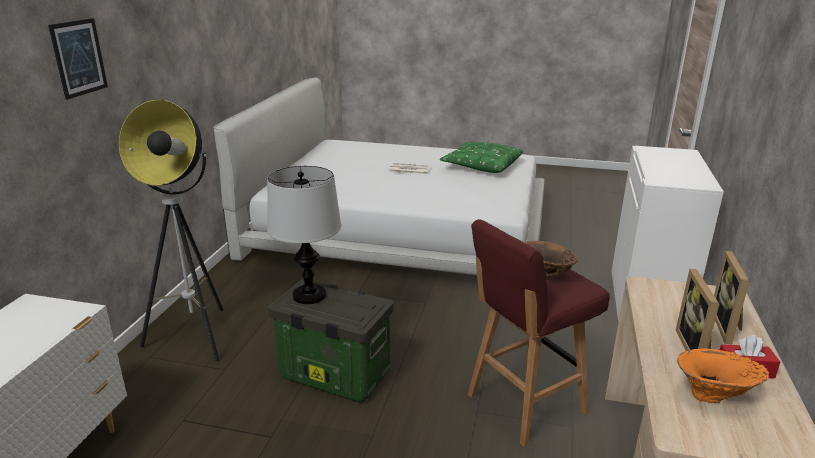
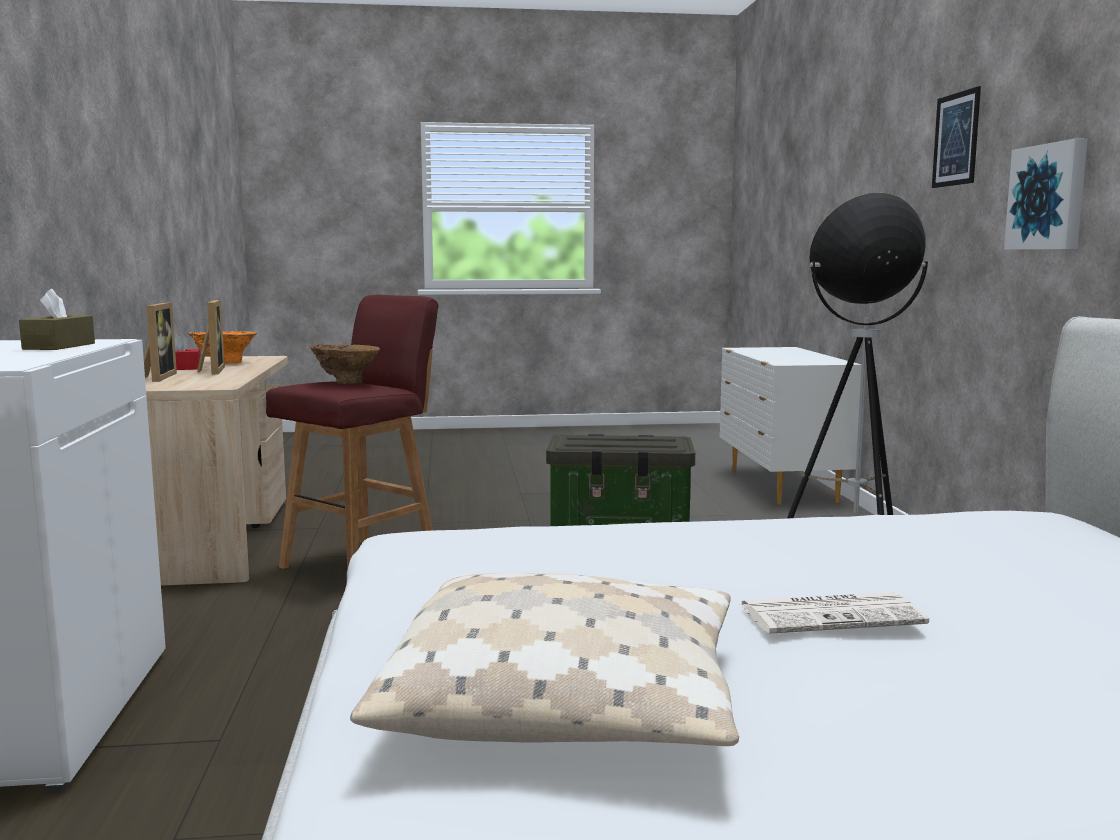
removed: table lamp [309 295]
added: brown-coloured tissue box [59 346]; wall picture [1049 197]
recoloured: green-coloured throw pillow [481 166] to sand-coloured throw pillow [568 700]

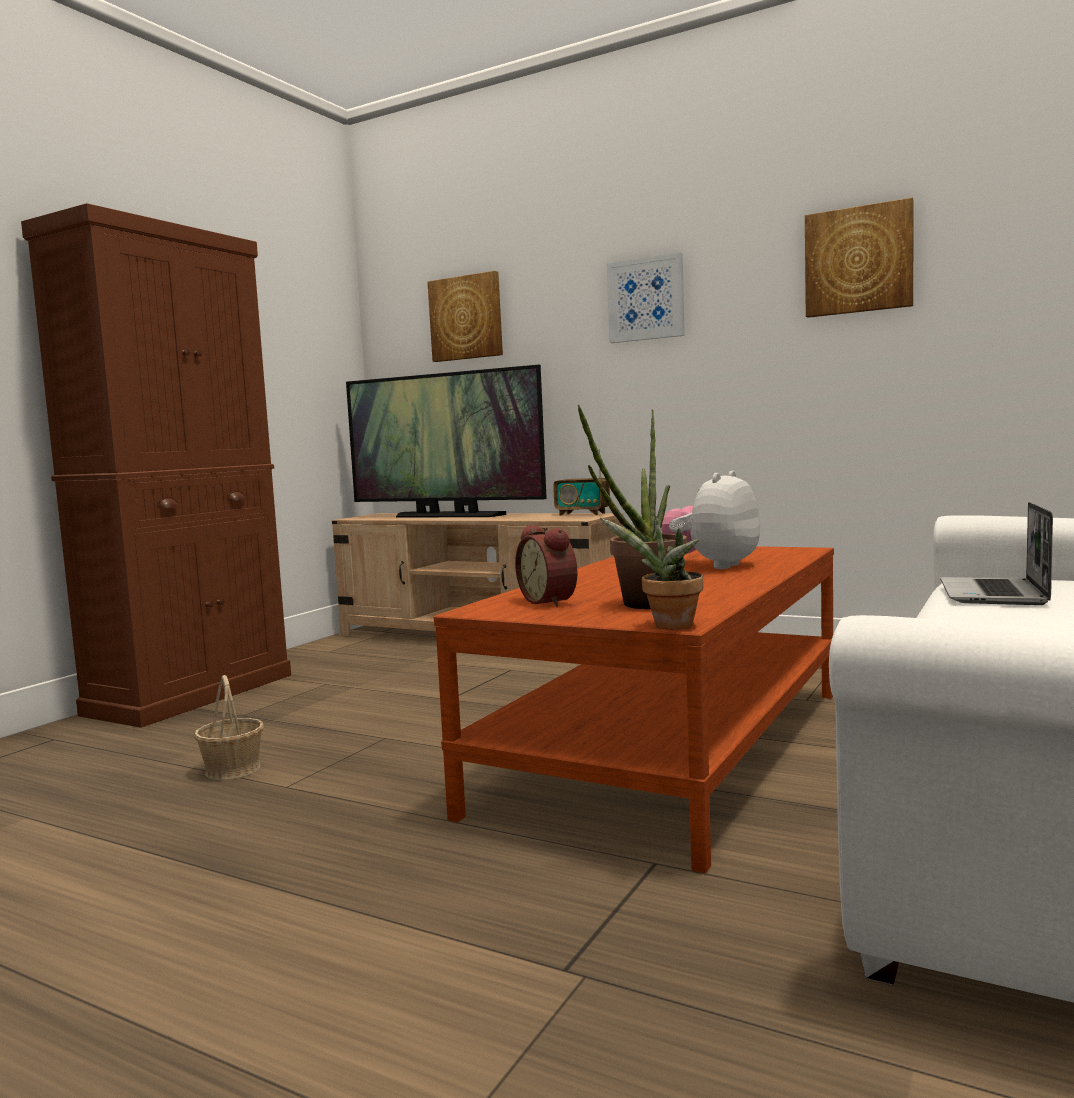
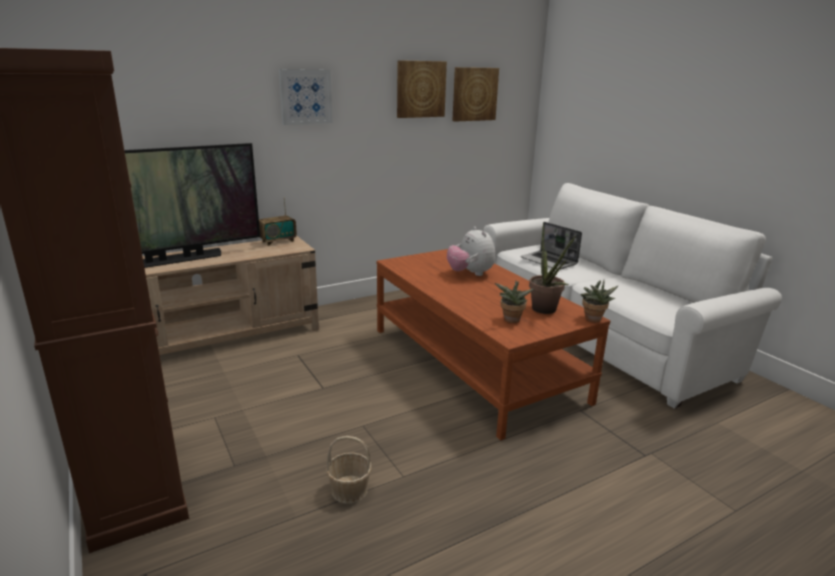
moved: wall picture [466 318] to [474 94]
replaced: bedside clock [551 601] to plant in a pot [511 321]

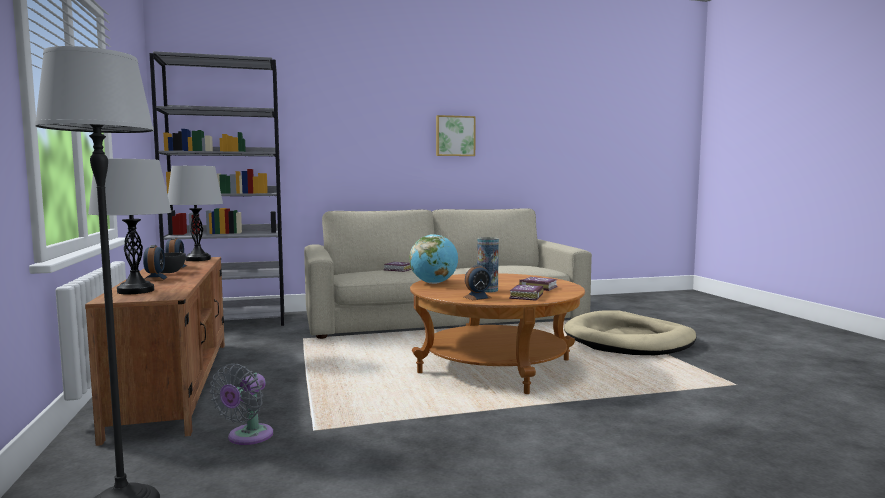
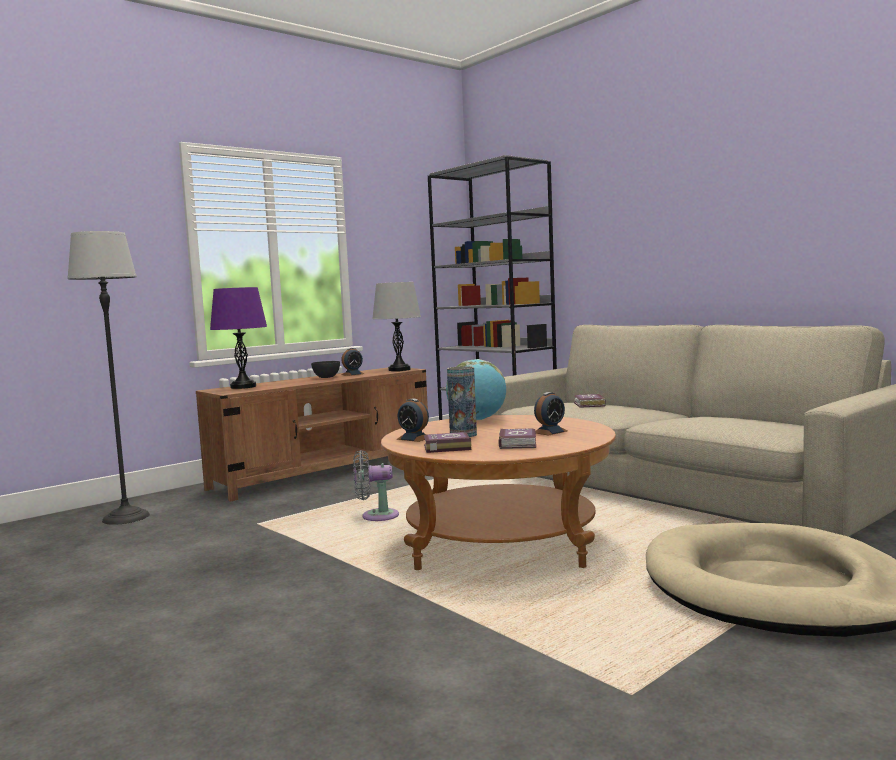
removed: wall picture [455 136]
moved: bedside clock [155 279] to [550 432]; grey electric fan [247 437] to [376 516]
recoloured: grey table lamp [136 291] to purple table lamp [243 387]

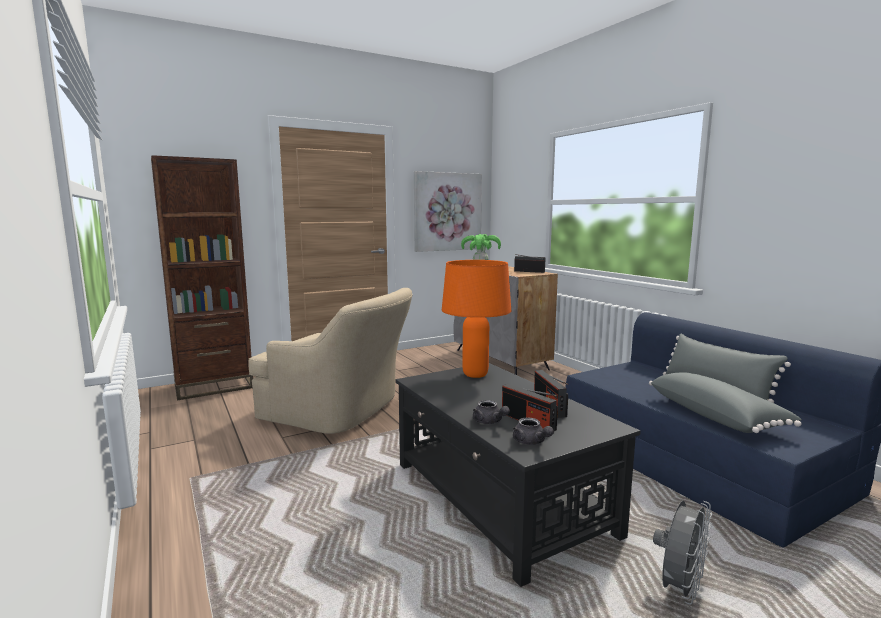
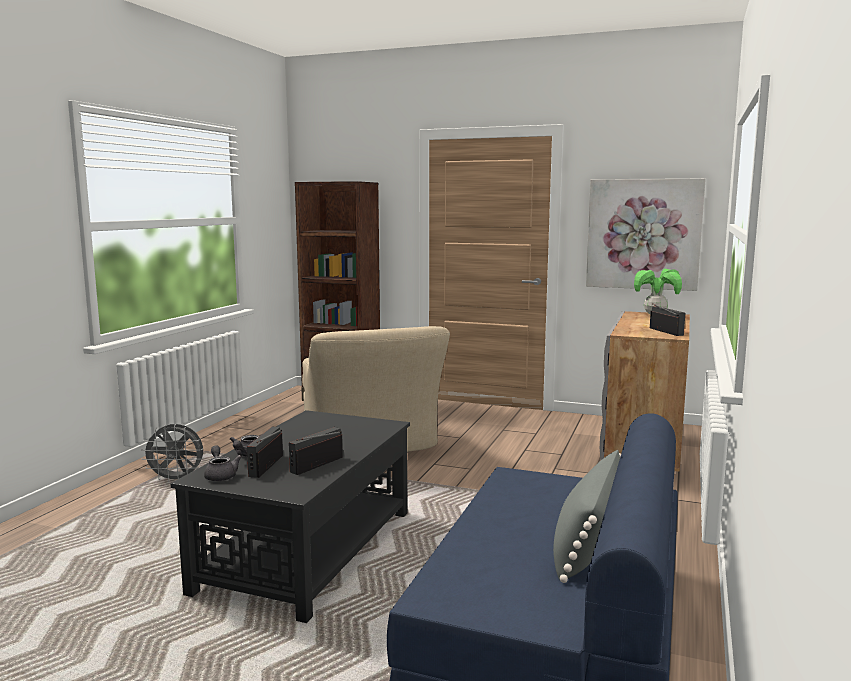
removed: orange table lamp [475 375]; grey throw pillow [716 416]
moved: grey electric fan [679 588] to [177 480]
turned: grey teapot [531 442] = [220 475] 135 degrees clockwise

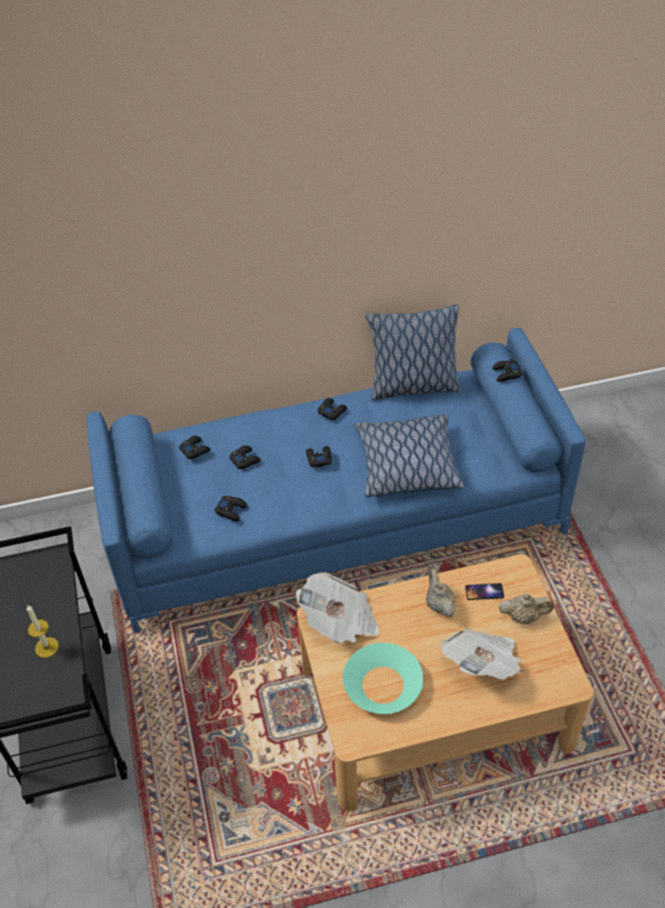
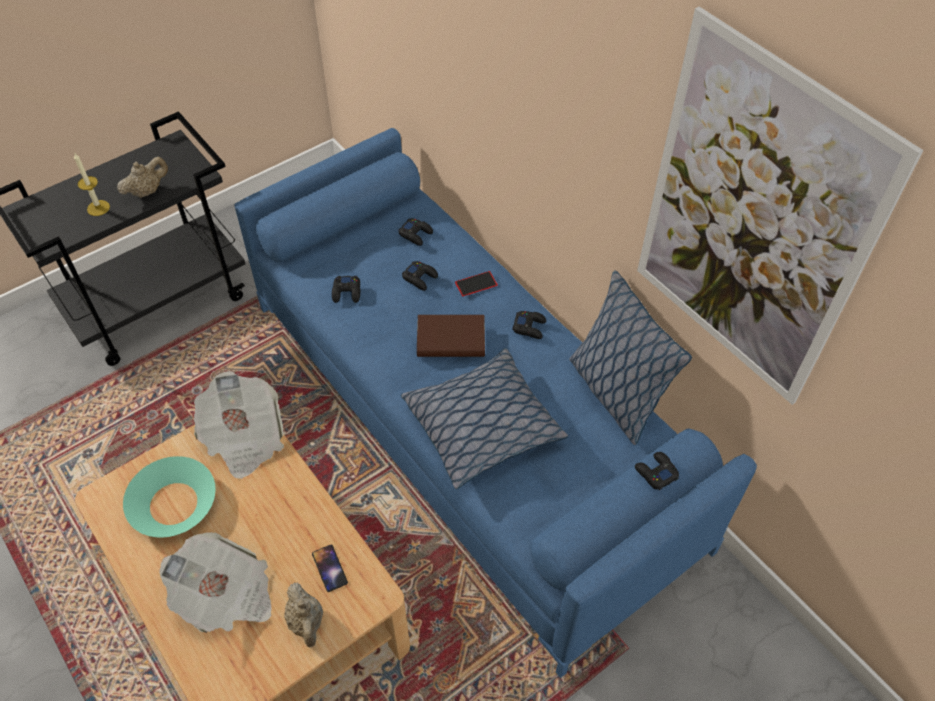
added: telephone [476 284]; wall picture [751 222]
moved: sand-coloured teapot [439 604] to [147 191]
replaced: black gamepad [319 458] to brown-coloured volume [451 339]

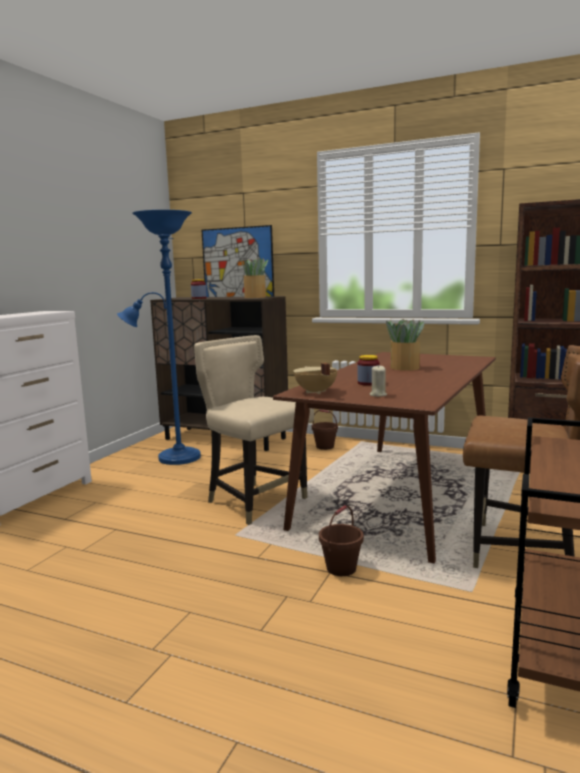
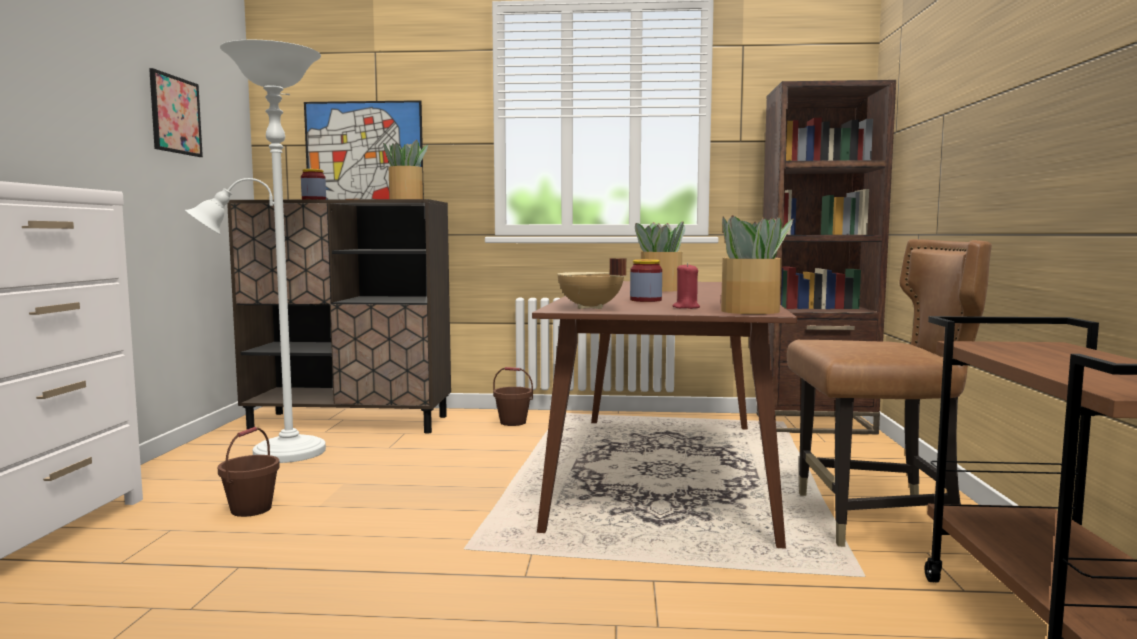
removed: sand-coloured plain chair [256 501]
added: wall picture [175 115]; plant in a pot [751 311]
moved: brown-coloured pail [341 568] to [251 509]
recoloured: blue-coloured standard lamp [173 458] to white-coloured standard lamp [279 453]; sand-coloured wax candle [378 395] to red-coloured wax candle [686 307]

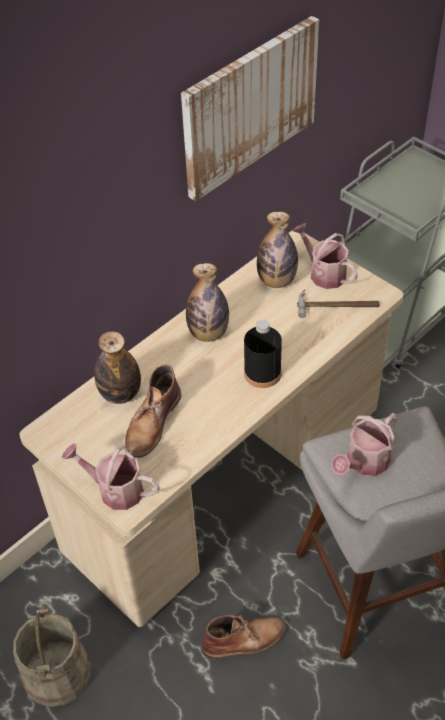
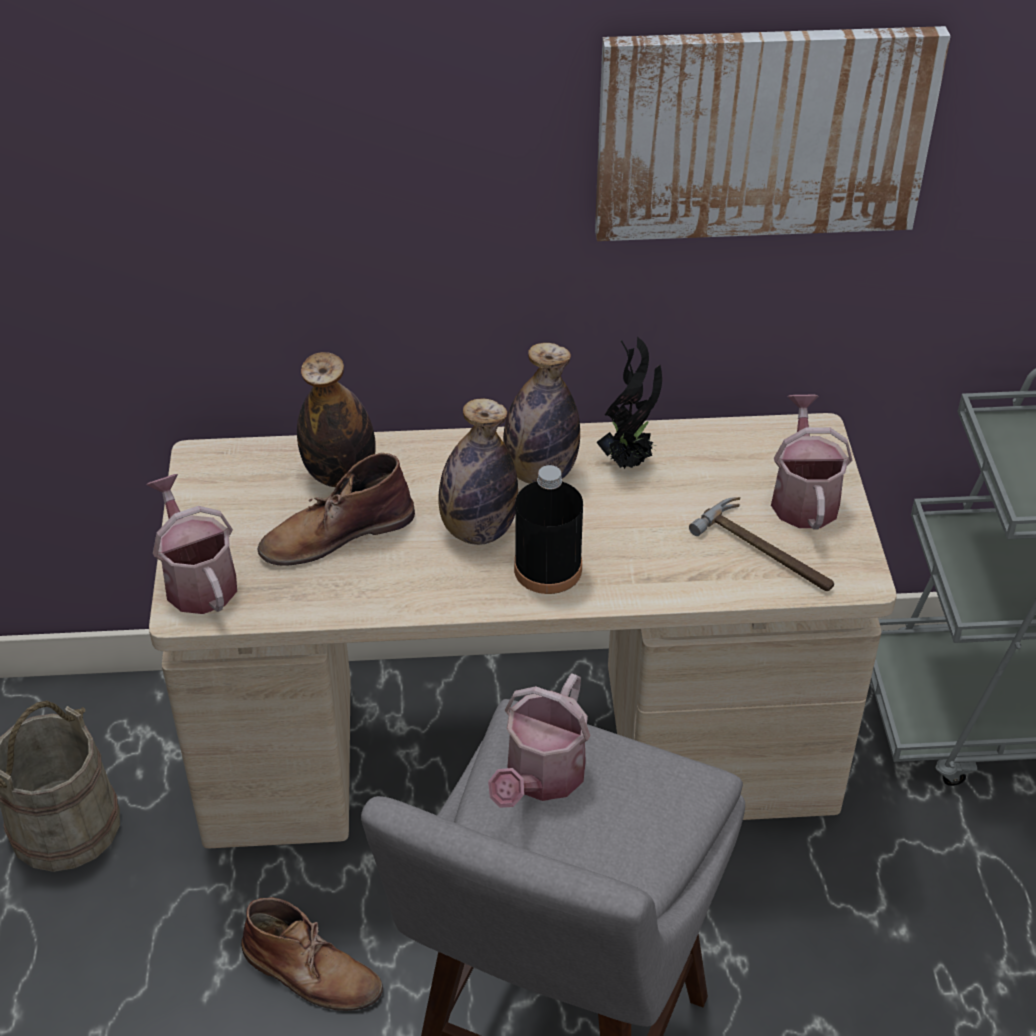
added: plant in a pot [629 461]
moved: bottle [276 281] to [478 530]
turned: watering pot [364 463] = [540 778] 60 degrees counterclockwise

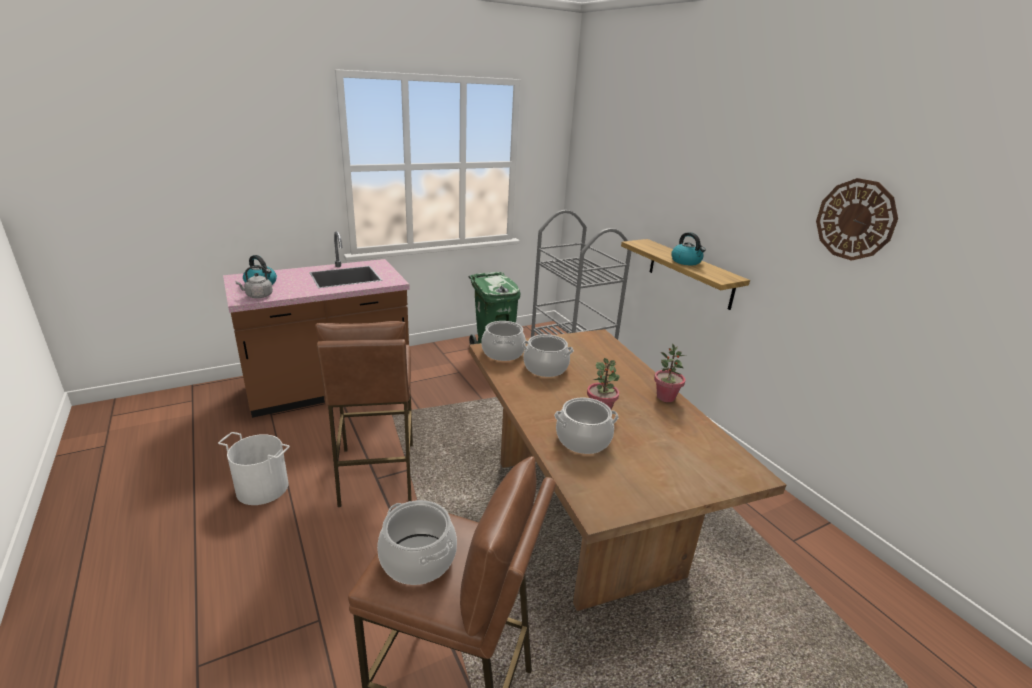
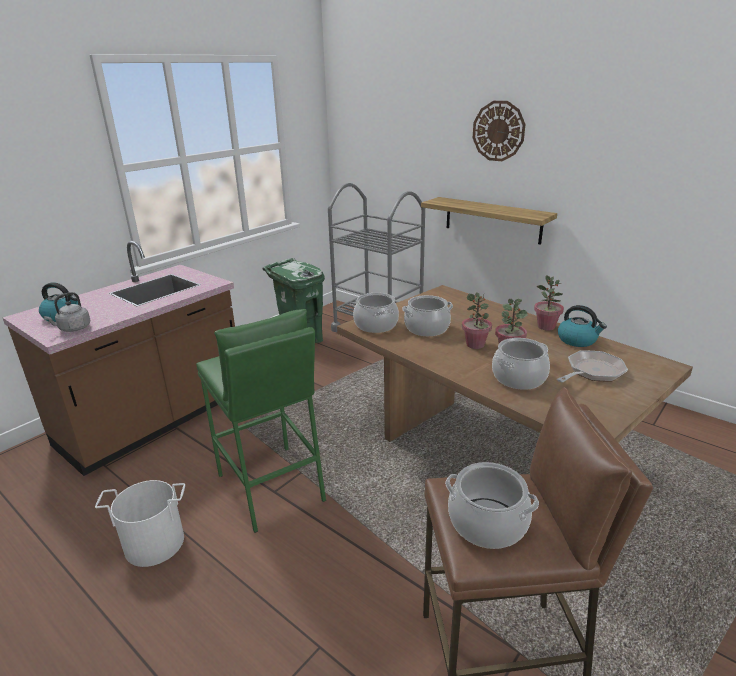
added: plant in a pot [475 345]; frying pan [592 372]
moved: kettle [686 262] to [577 340]; wall clock [855 219] to [498 131]
recoloured: brown-coloured sitting stool [376 474] to green-coloured sitting stool [271 487]

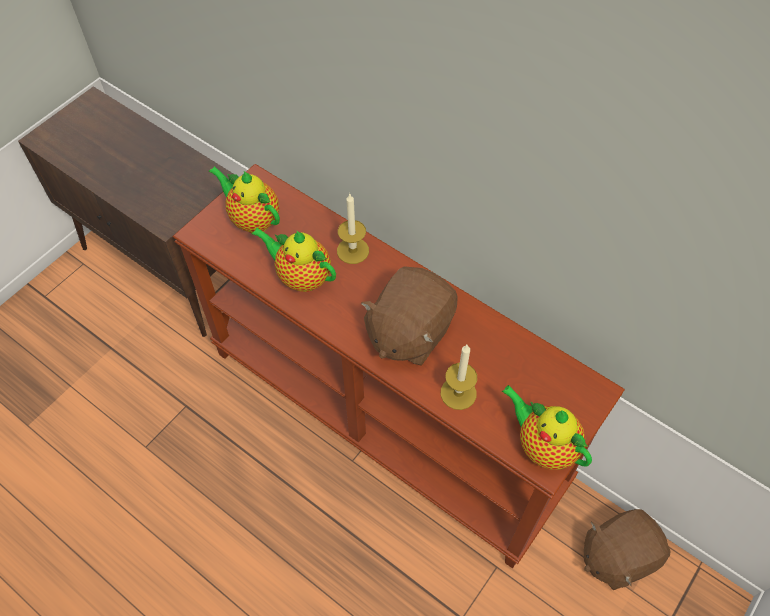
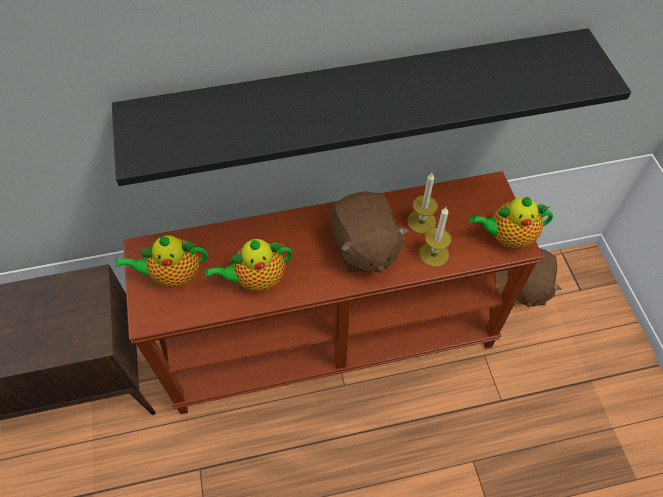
added: black wall shelf [359 94]
moved: wax candle [353 250] to [421 221]

